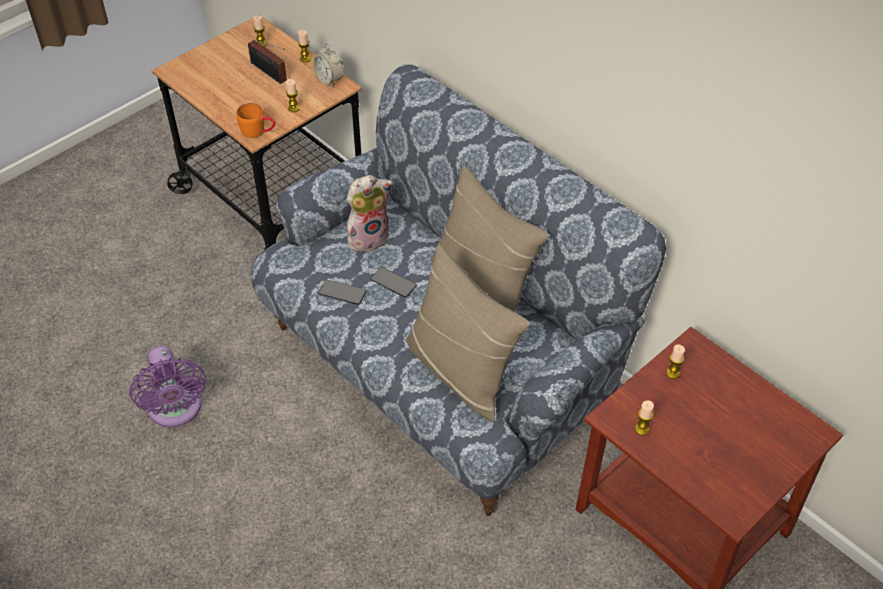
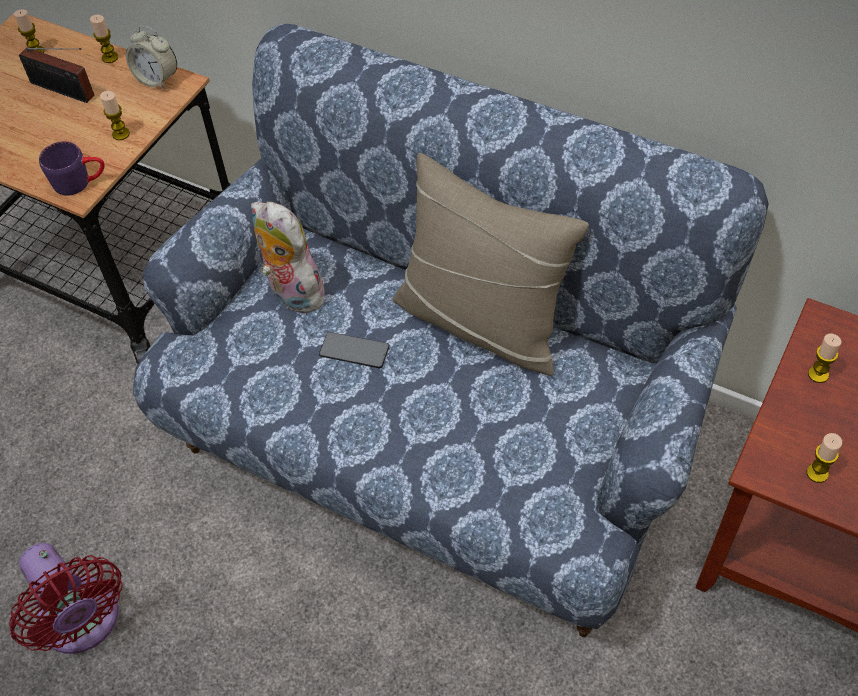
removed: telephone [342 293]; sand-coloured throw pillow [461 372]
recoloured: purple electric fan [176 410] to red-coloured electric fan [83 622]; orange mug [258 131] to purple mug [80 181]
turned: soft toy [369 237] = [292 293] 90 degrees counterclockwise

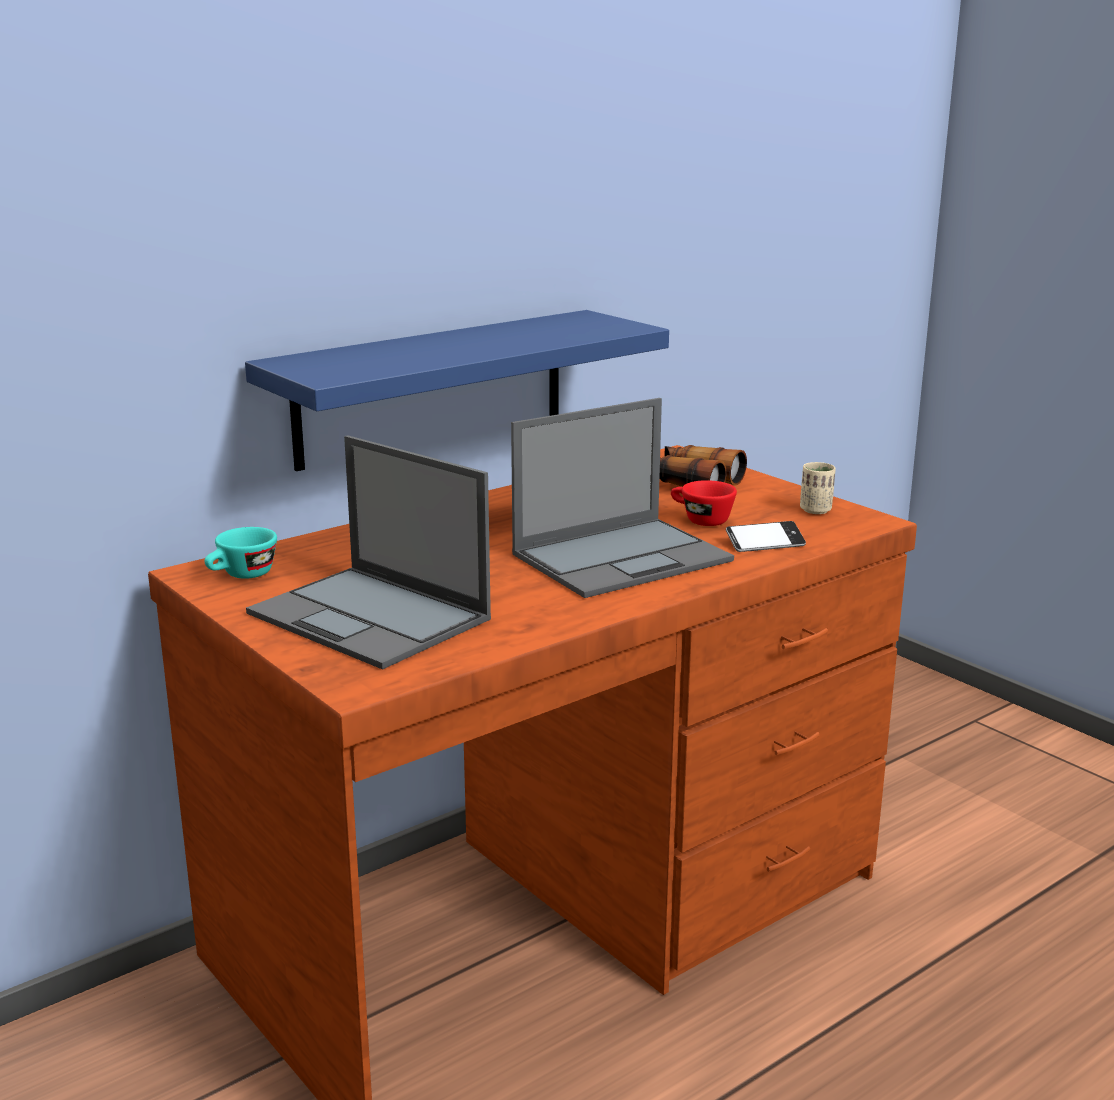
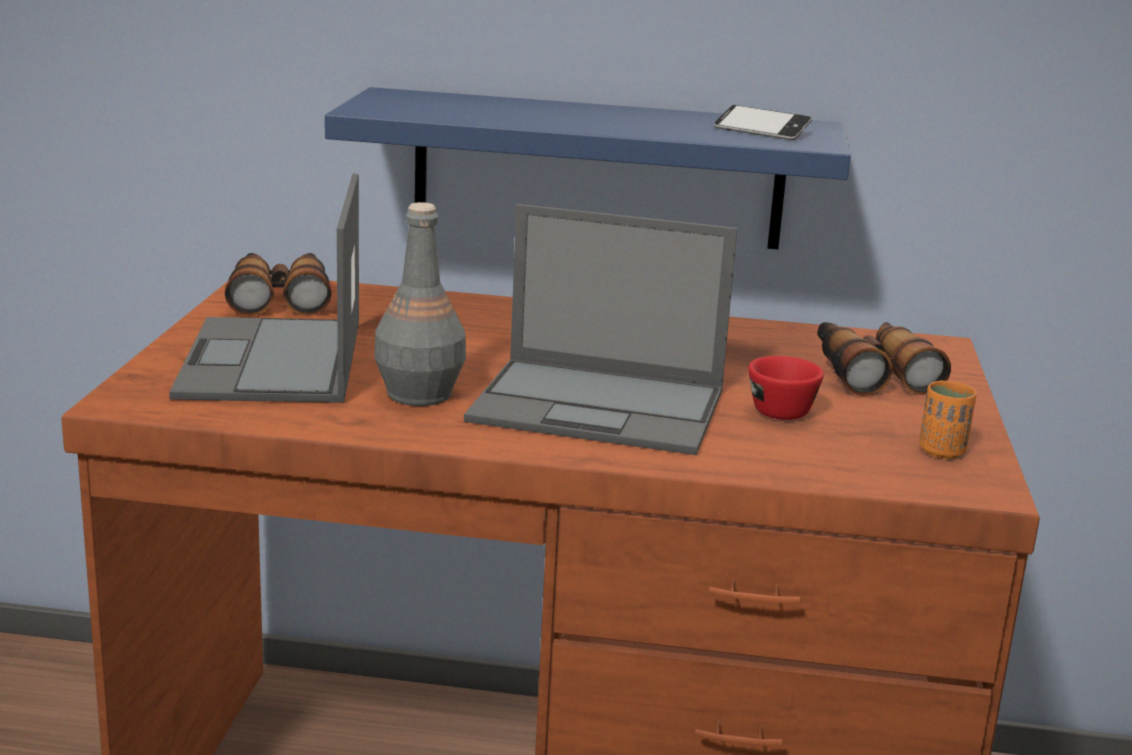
added: grey bottle [418 394]
moved: telephone [765 543] to [761 131]
replaced: blue-green small cup [242 576] to field glasses [280 298]
recoloured: sand-coloured small cup [815 510] to orange small cup [942 451]

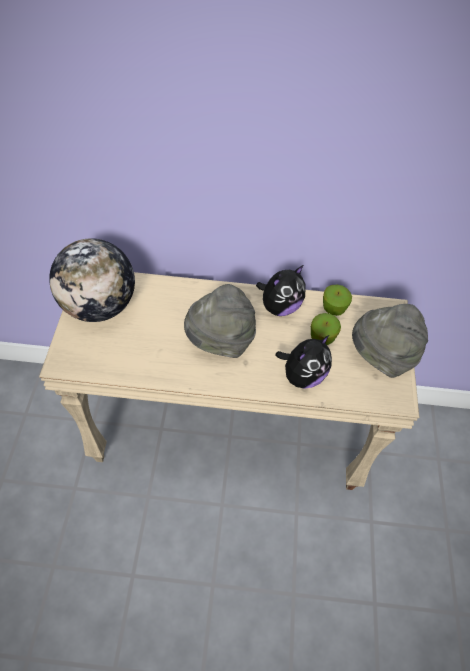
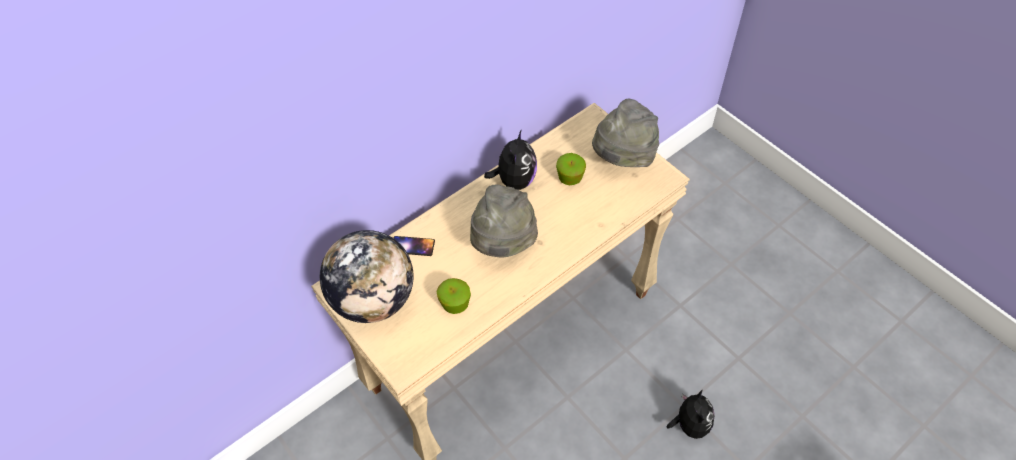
added: telephone [412 246]
moved: soft toy [302 375] to [689 424]; whole apple [334 308] to [455 303]

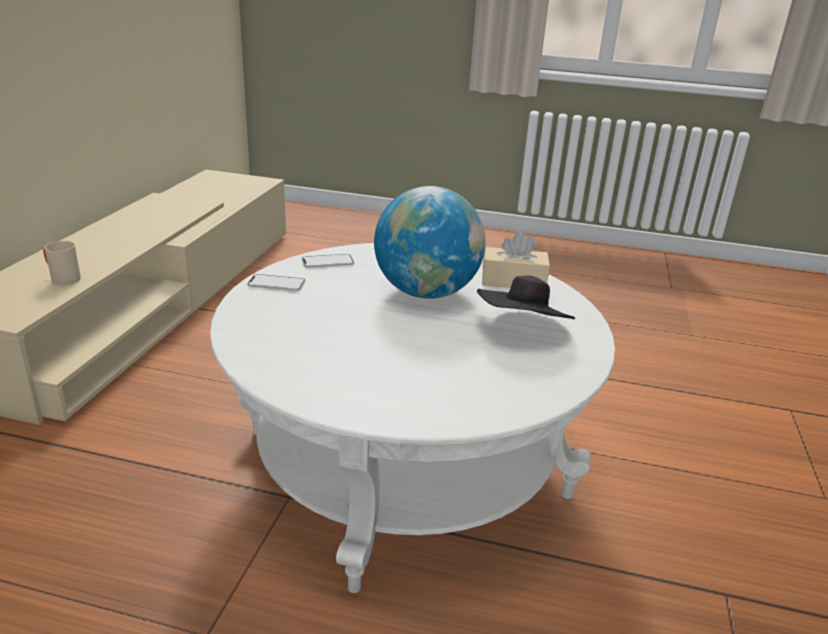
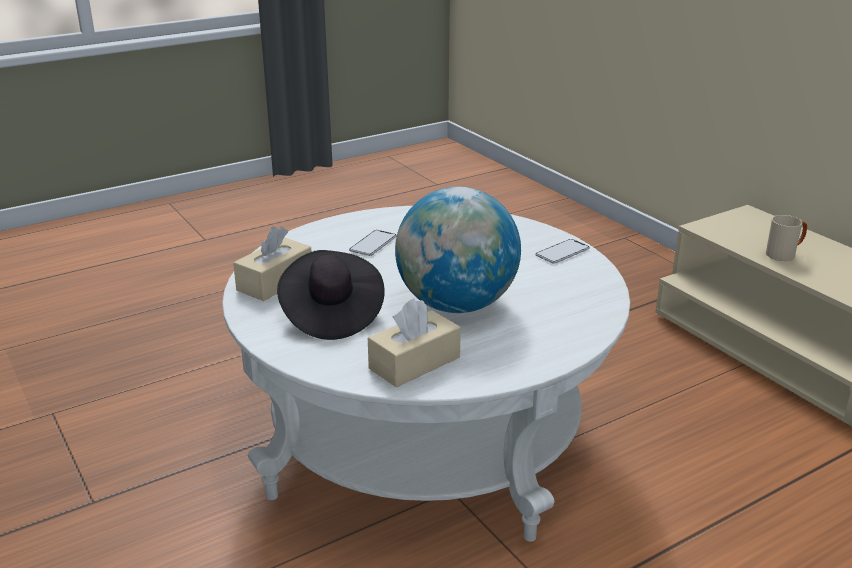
added: sand-coloured tissue box [275 282]
moved: telephone [327 262] to [373 244]

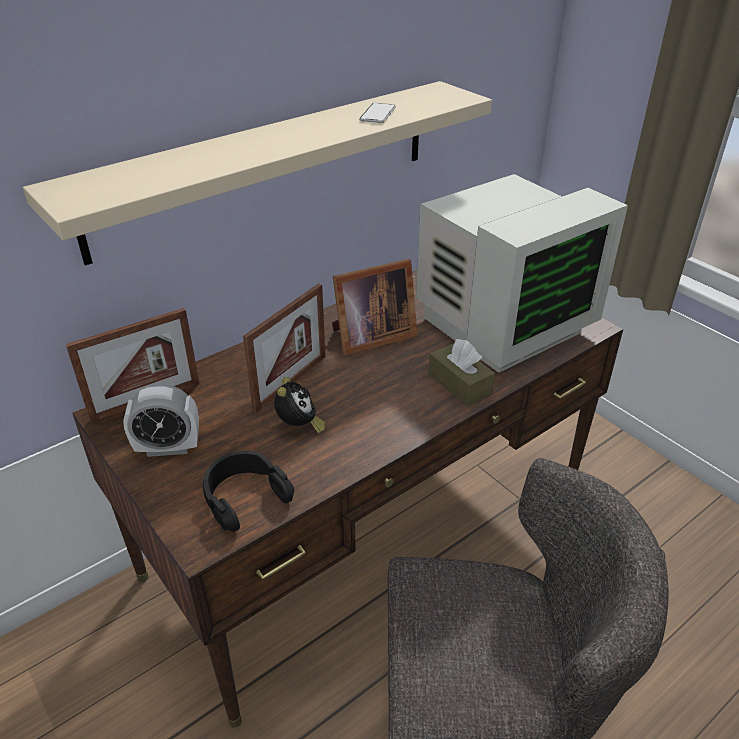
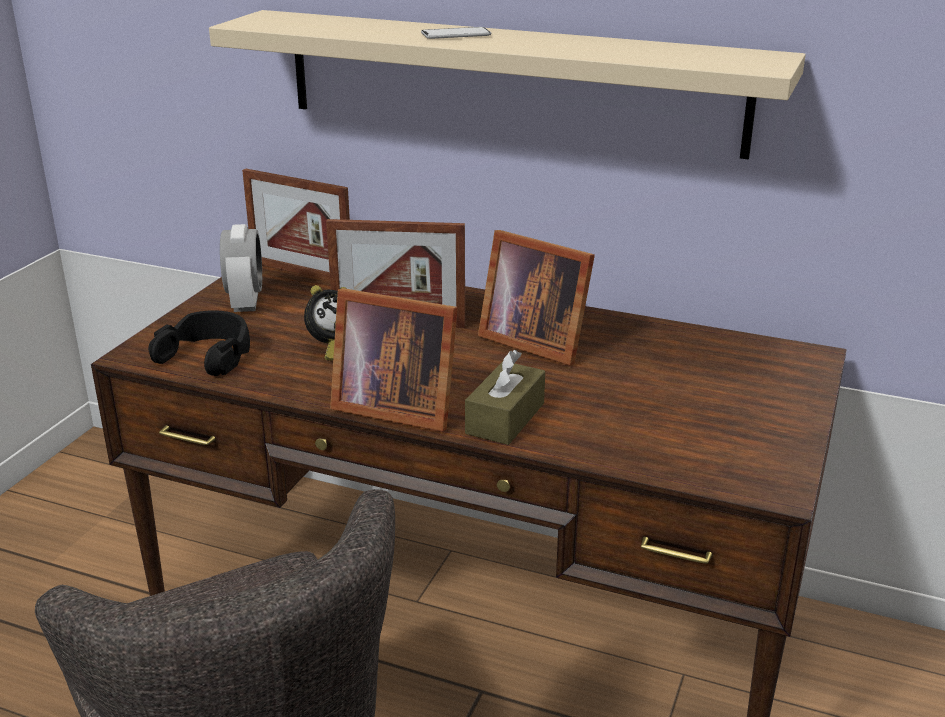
removed: computer display [500 325]
added: standing frame [393 406]
moved: telephone [378 114] to [456 35]
turned: bedside clock [168 448] = [246 302] 150 degrees counterclockwise

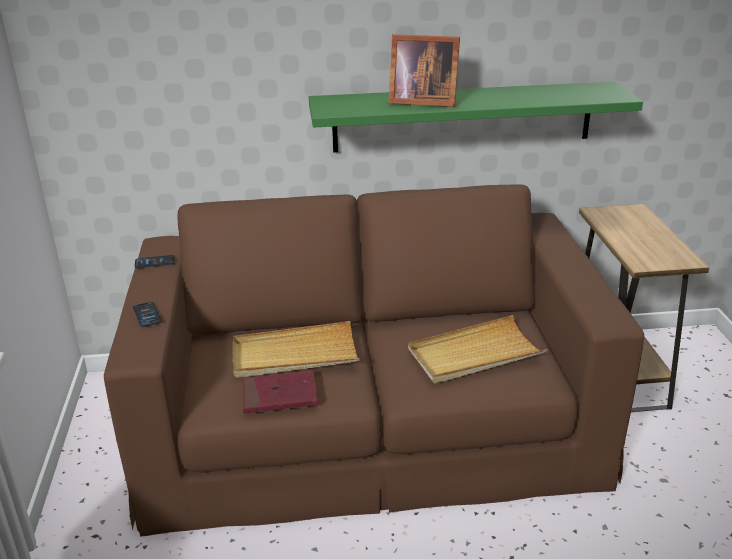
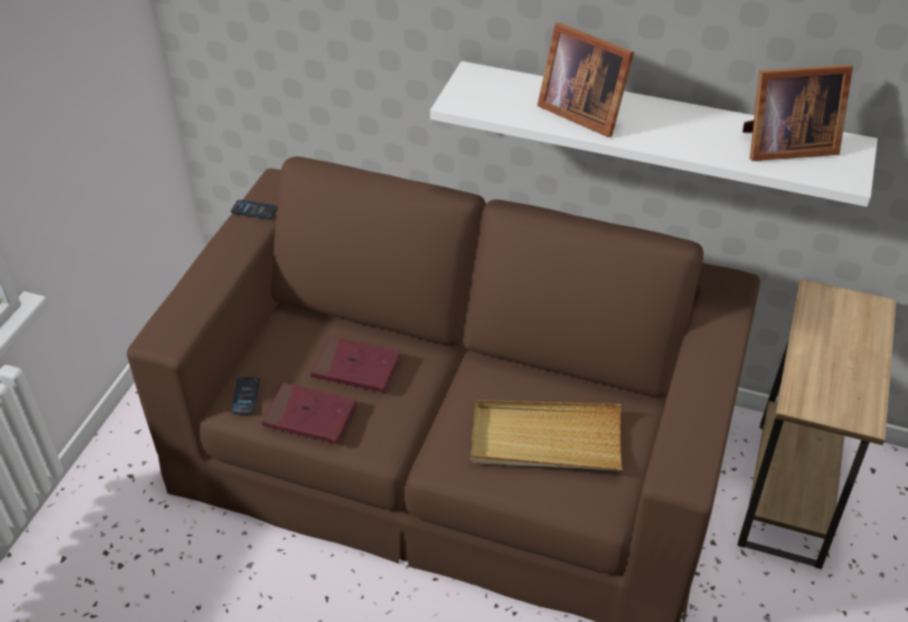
added: standing frame [783 146]
moved: telephone [147 315] to [245 396]
replaced: sand-coloured tray [294 354] to red-coloured volume [356 367]
recoloured: green-coloured wall shelf [462 117] to white-coloured wall shelf [654 130]

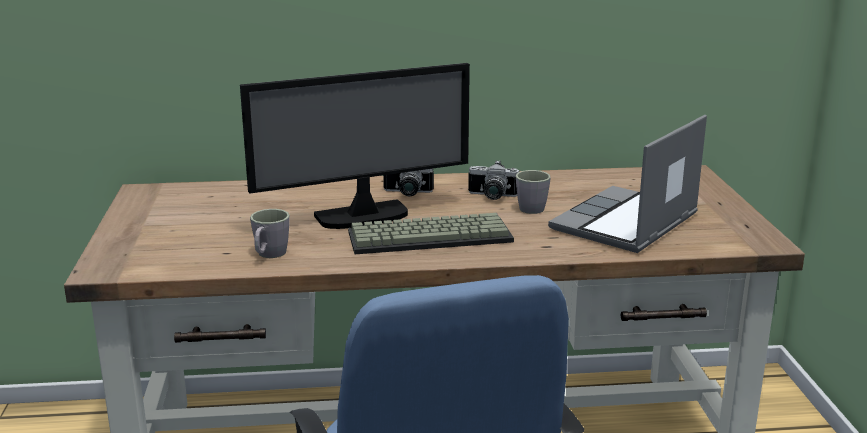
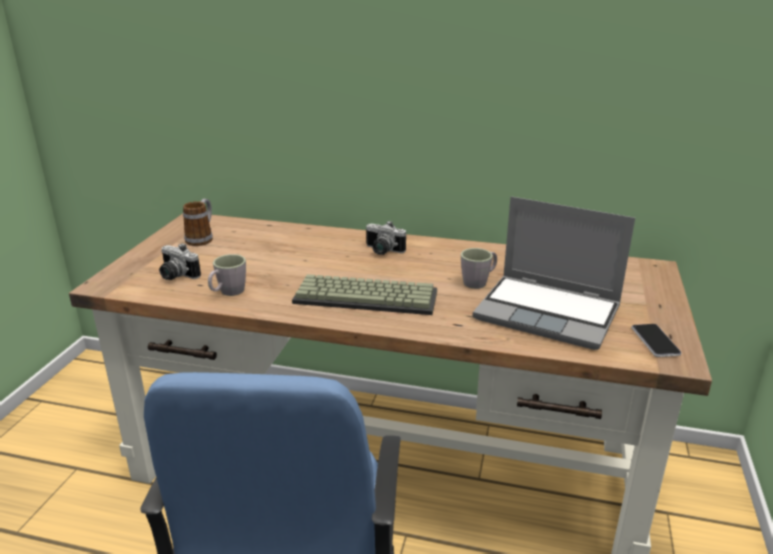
removed: computer display [363 217]
added: mug [202 238]; telephone [655 341]
moved: photo camera [491 196] to [175 276]
turned: notebook computer [625 223] = [549 313] 120 degrees counterclockwise

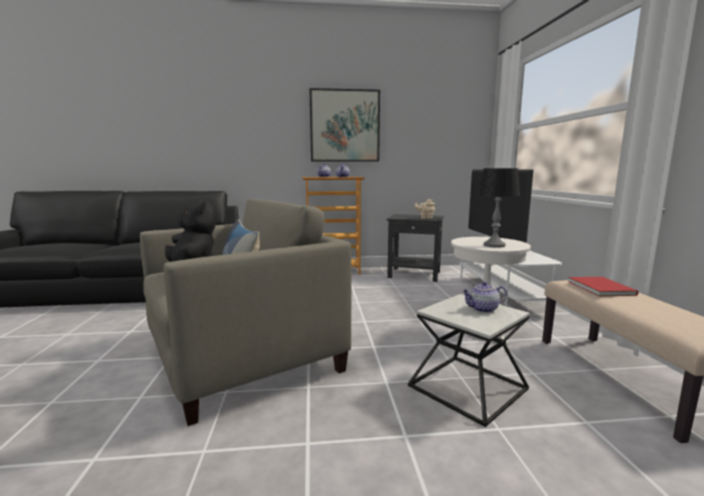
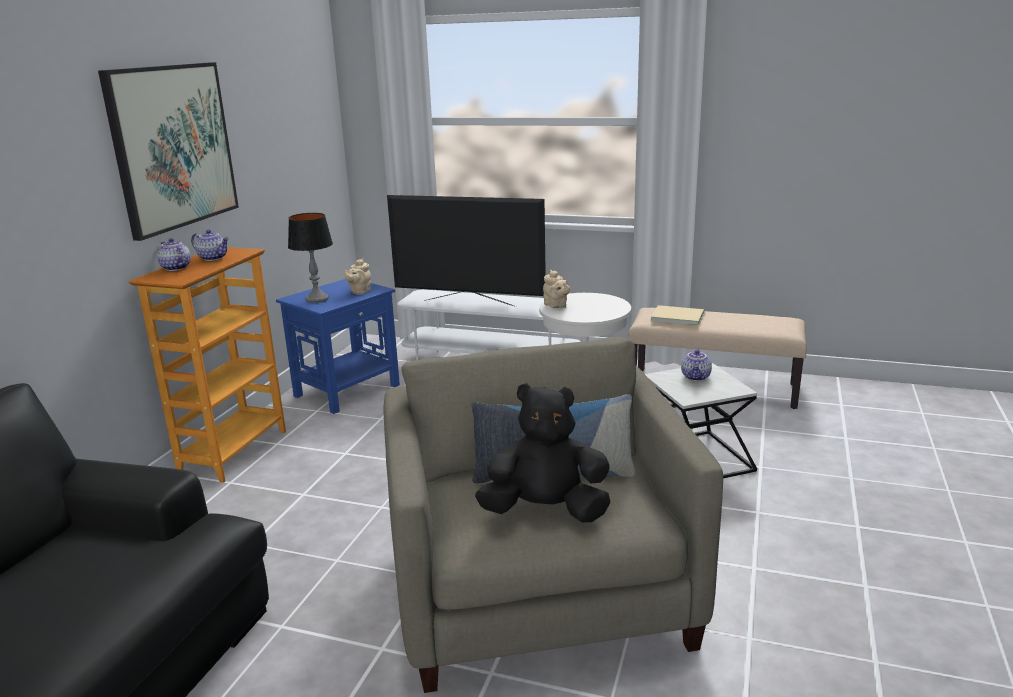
added: sand-coloured teapot [556 306]
moved: table lamp [494 245] to [317 299]
recoloured: black end table [415 274] to blue-coloured end table [348 390]; red-coloured volume [601 287] to sand-coloured volume [676 316]

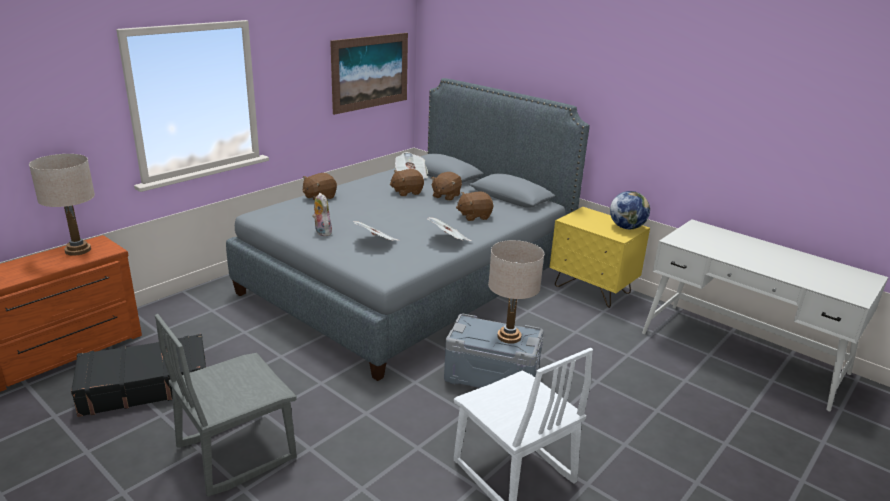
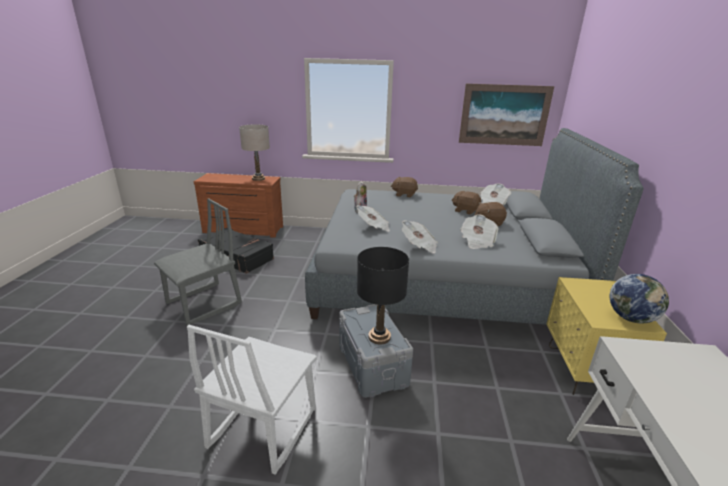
replaced: brown-coloured soft toy [474 216] to daily paper [477 241]
recoloured: sand-coloured table lamp [509 337] to black table lamp [379 337]
turned: grey plain chair [236 452] = [204 304] 120 degrees clockwise

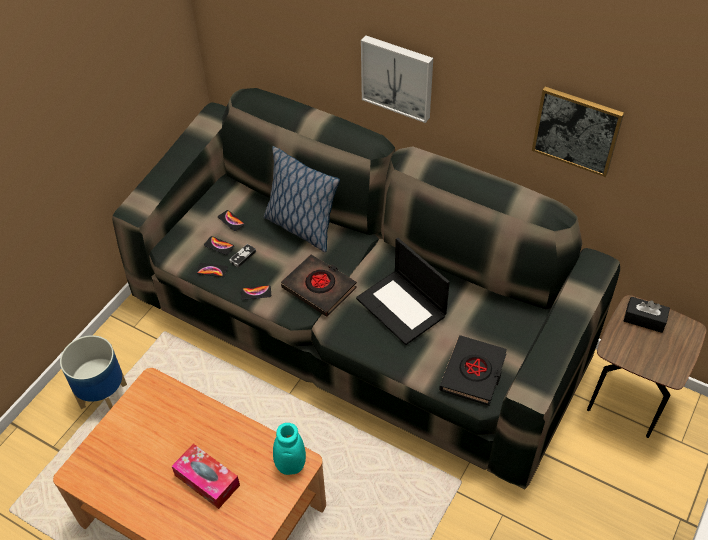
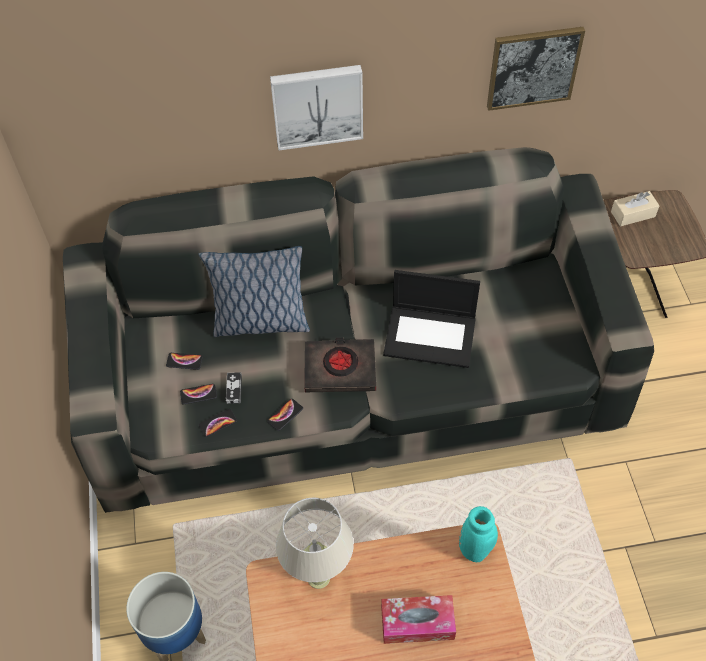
removed: black volume [473 373]
added: sand-coloured table lamp [318 578]
recoloured: black tissue box [644 319] to sand-coloured tissue box [633 214]

